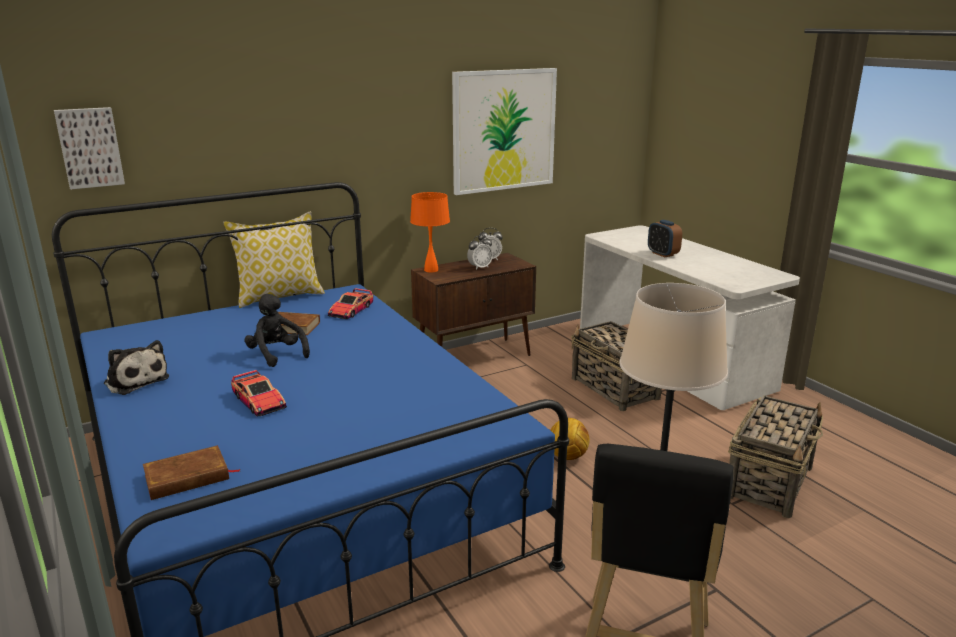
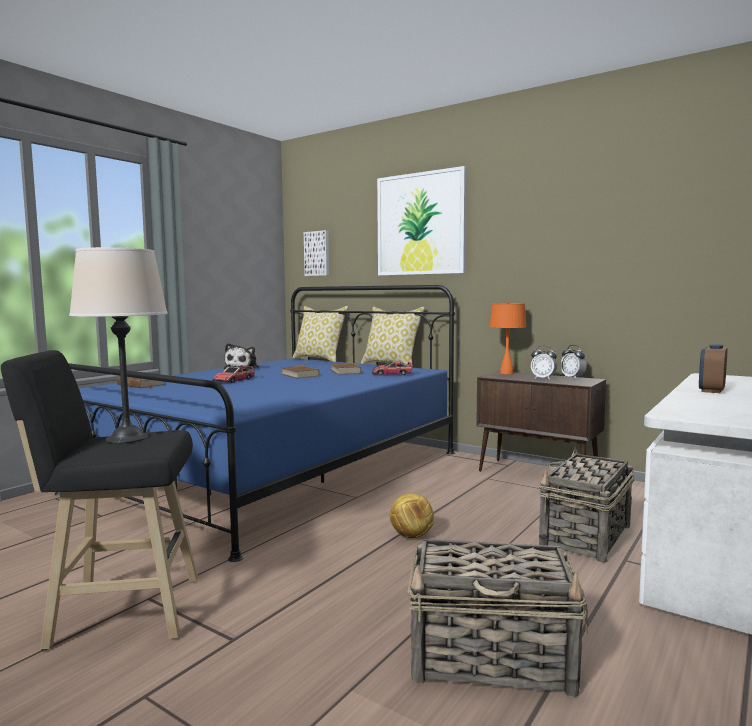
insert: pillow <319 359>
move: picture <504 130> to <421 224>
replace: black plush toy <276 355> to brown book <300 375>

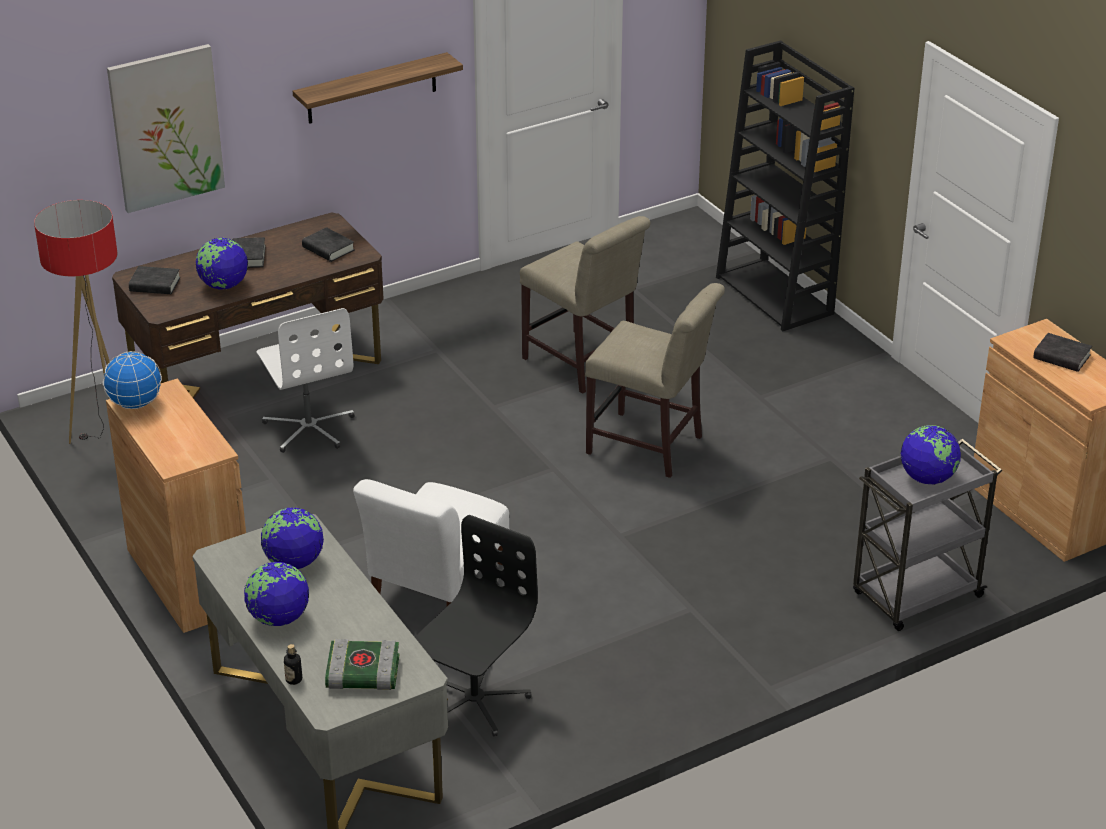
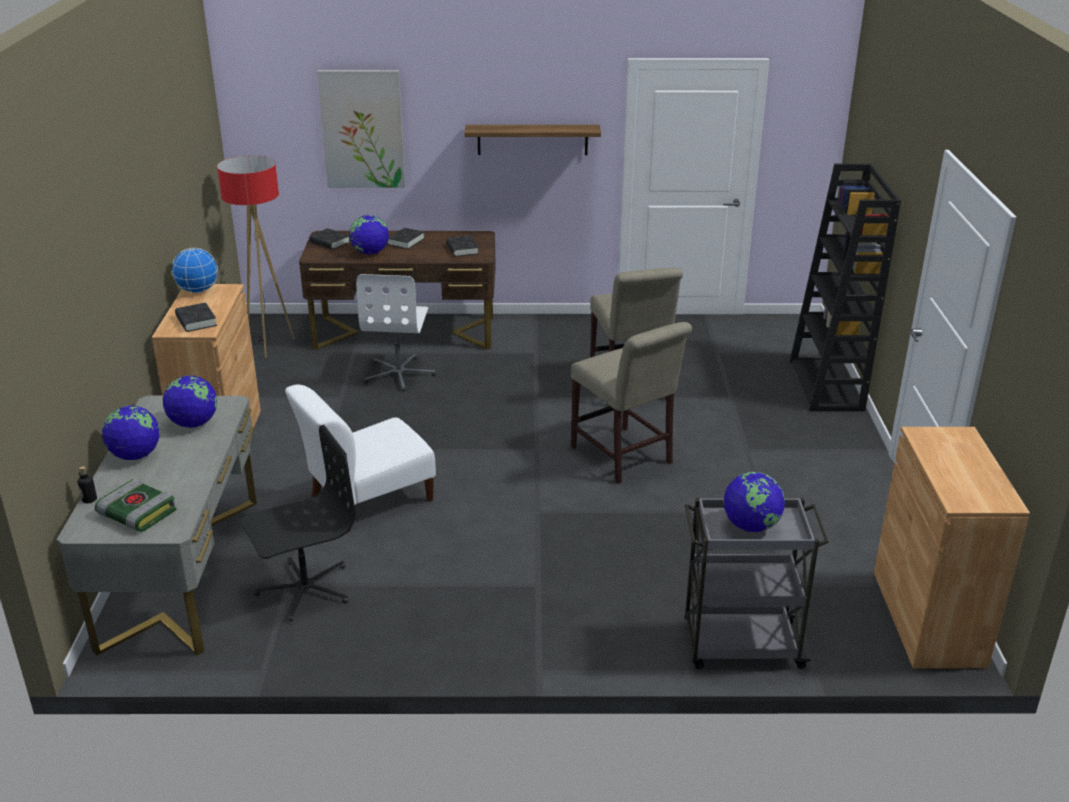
move: black book <1061 357> to <196 321>

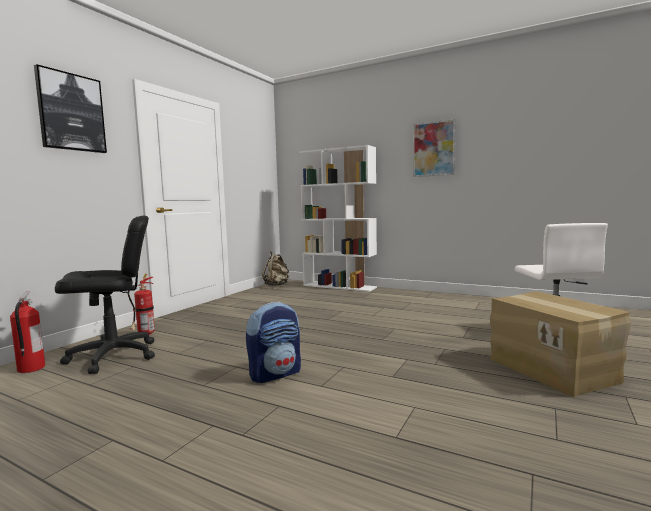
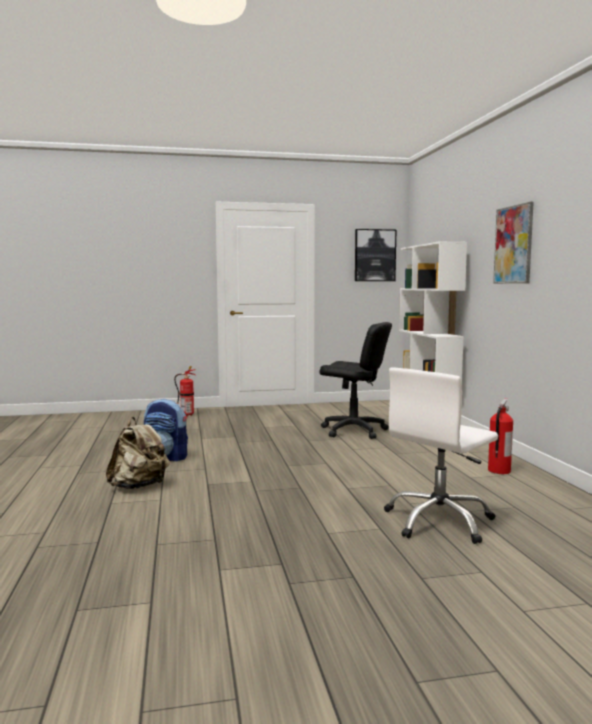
delete: cardboard box <552 369>
move: fire extinguisher <30 369> to <498 471>; picture <71 112> to <374 255>; black office chair <113 356> to <353 431>; beige backpack <277 285> to <139 486>

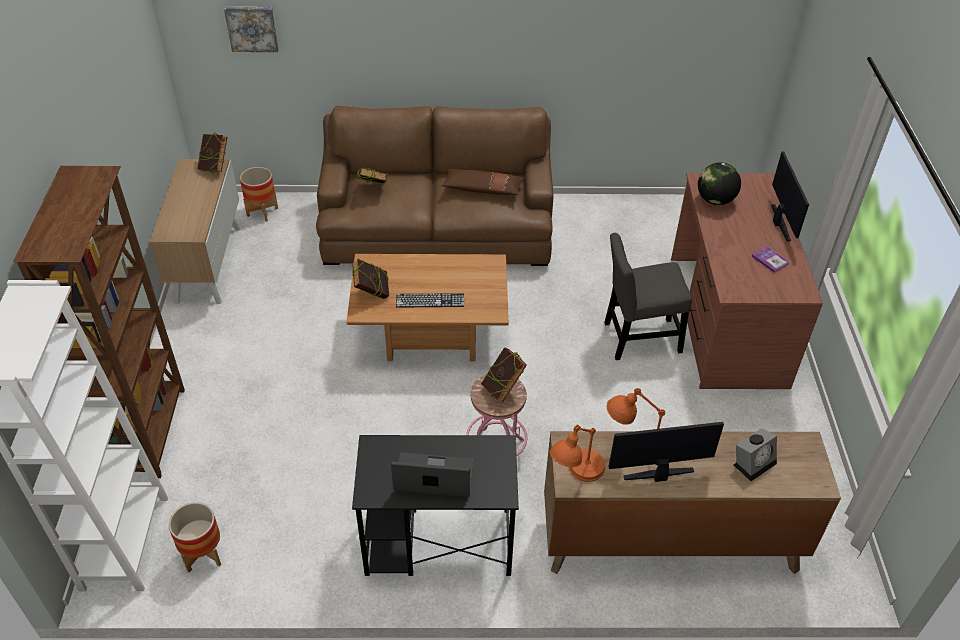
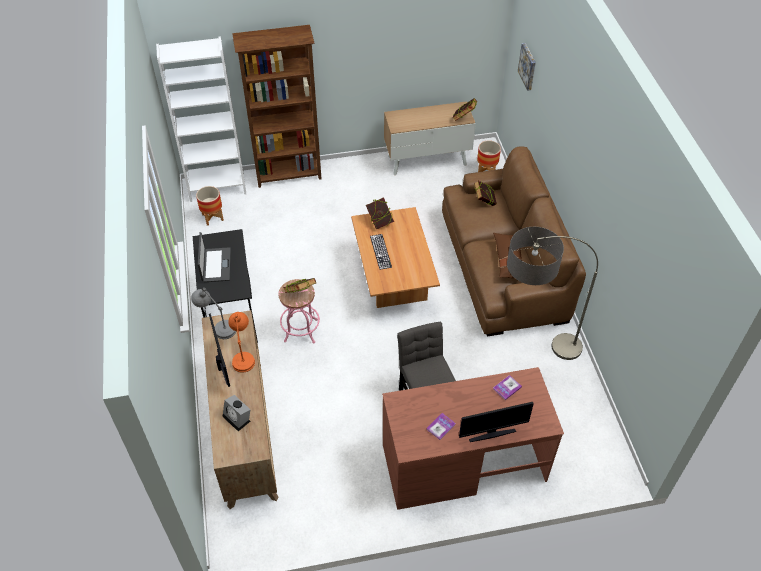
insert: floor lamp <531 353>
replace: globe <715 200> to book <507 388>
recolor: orange table lamp <576 477> to grey table lamp <217 326>

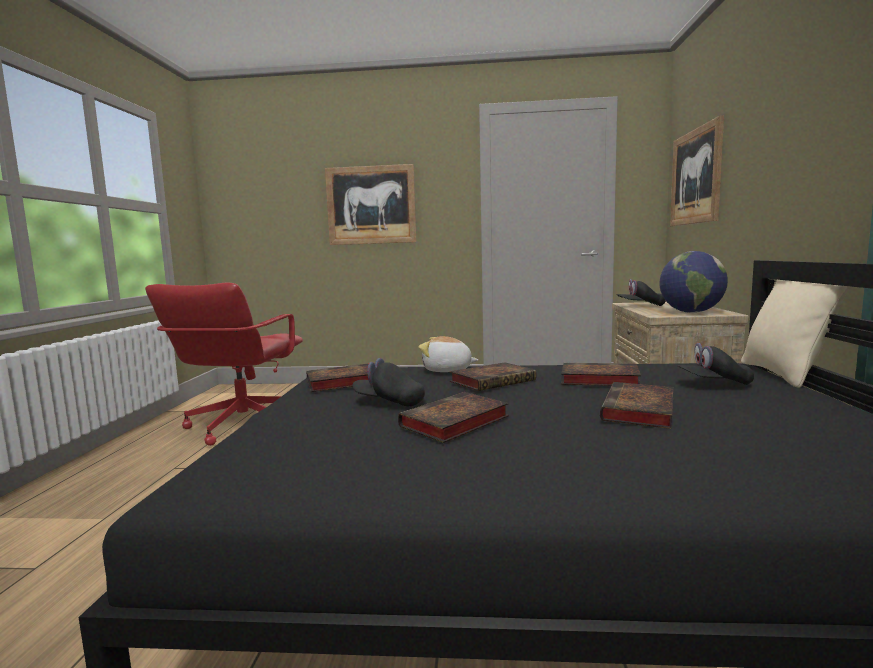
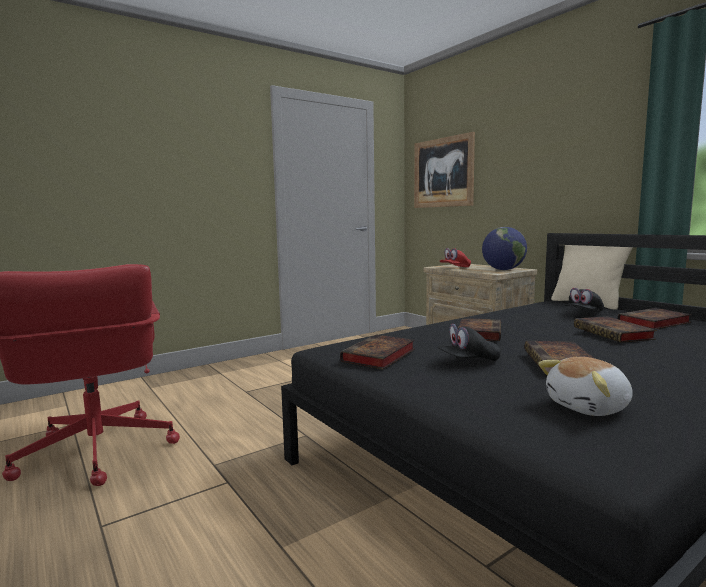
delete: picture <371 205>
move: plush toy <447 370> to <589 407>; book <597 380> to <653 323>
recolor: black cap <640 306> to red cap <455 268>

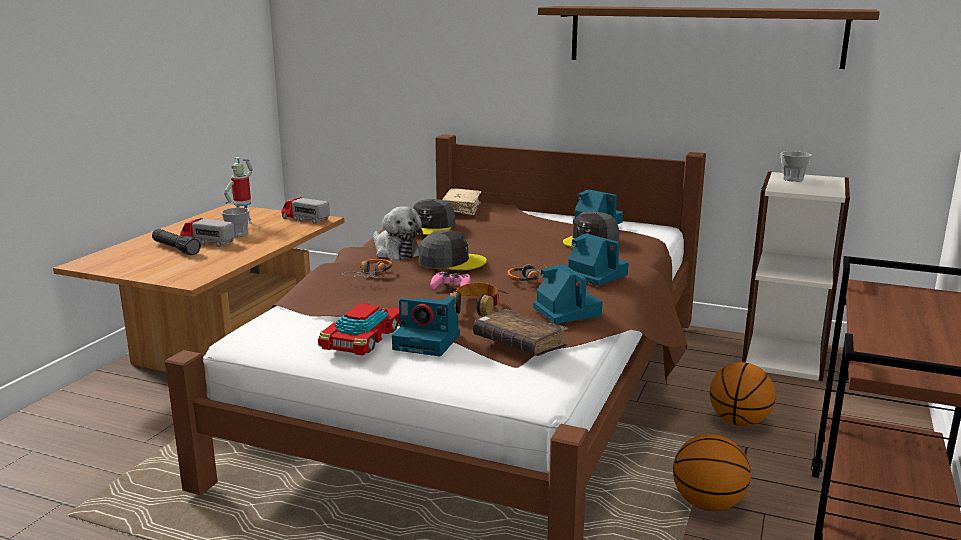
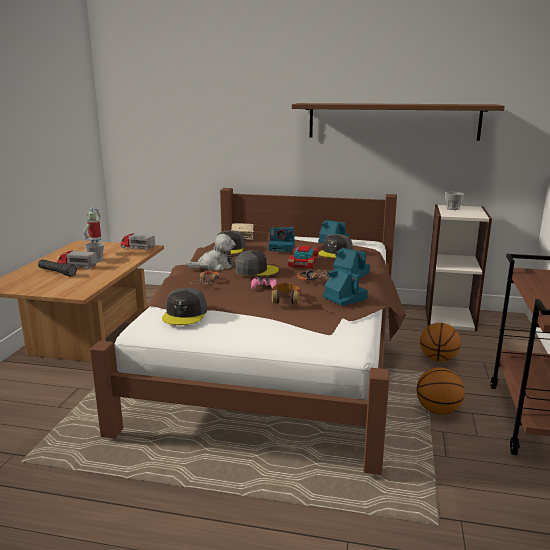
delete: brown book <519 344>
insert: grey cap <185 314>
move: toy car <364 337> to <304 262>; photo camera <428 342> to <282 247>
rotate: plush toy <395 252> = <214 266> 60 degrees counterclockwise

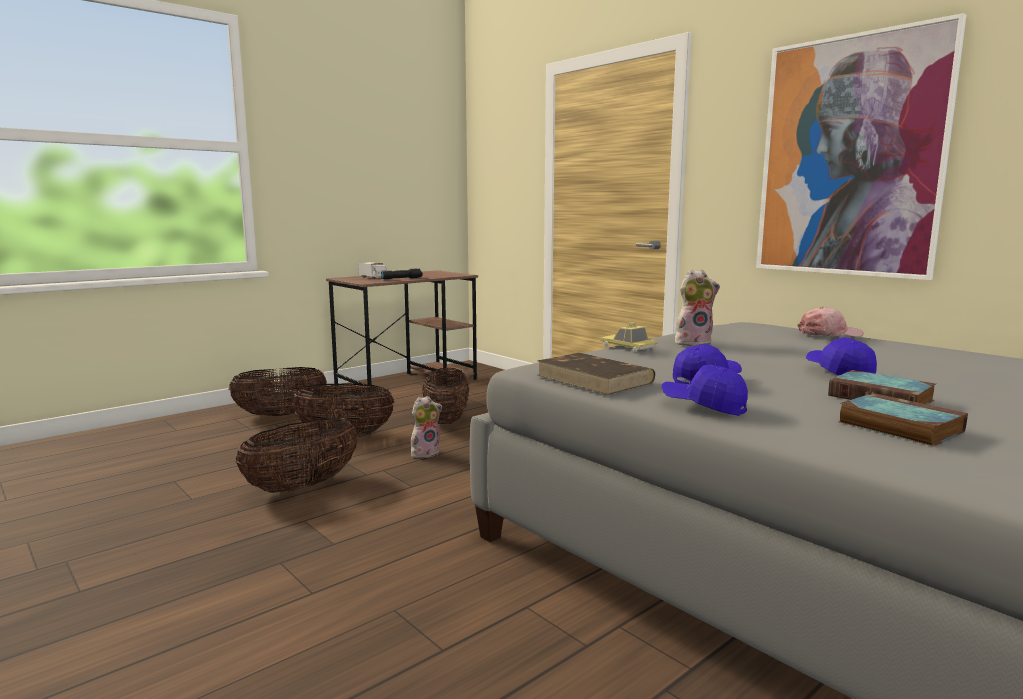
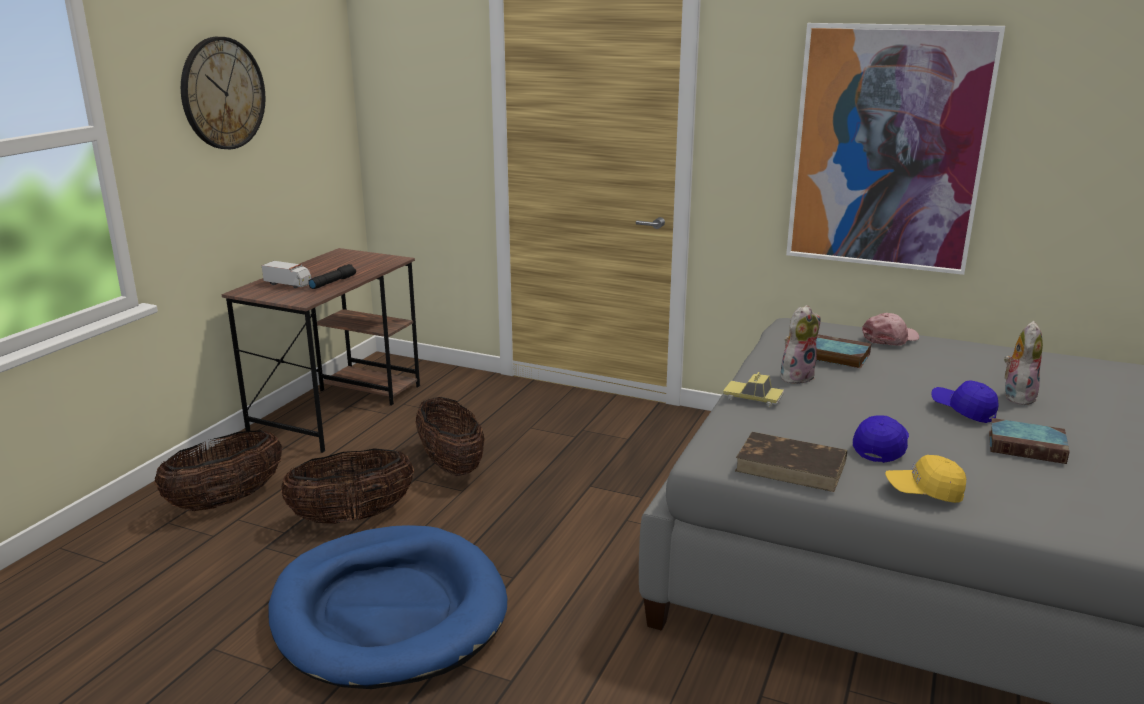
insert: wall clock <222 93>
move: plush toy <425 453> to <1017 396>; book <896 426> to <835 356>
replace: basket <302 486> to blue dog bed <388 611>
recolor: blue cap <704 406> to yellow cap <924 492>

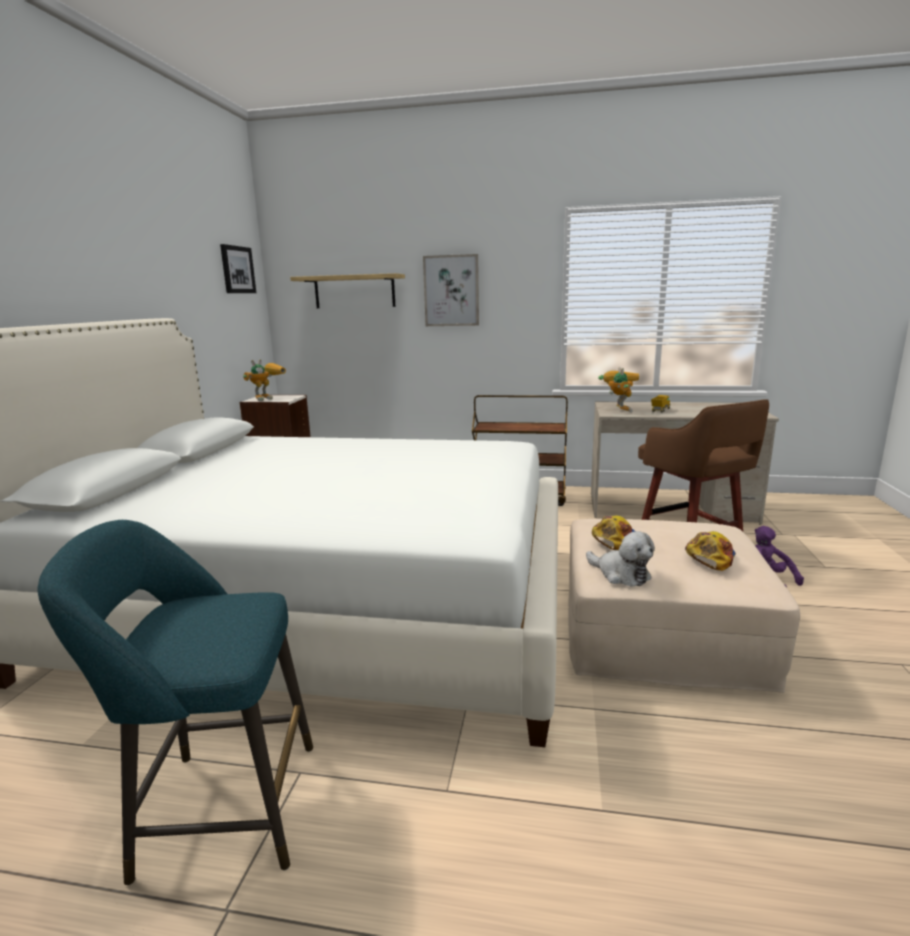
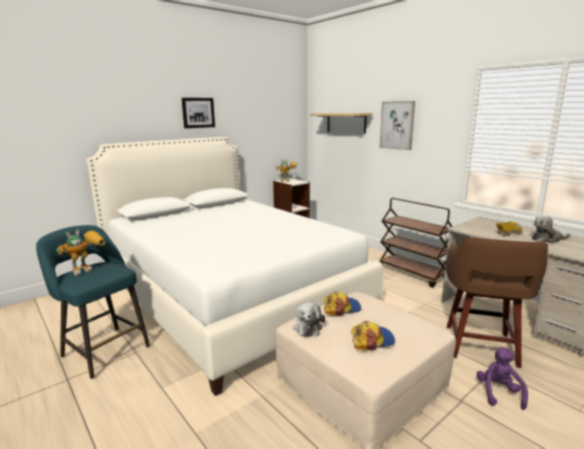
insert: plush toy <547 239>
move: picture <237 270> to <198 112>; toy robot <618 409> to <87 268>

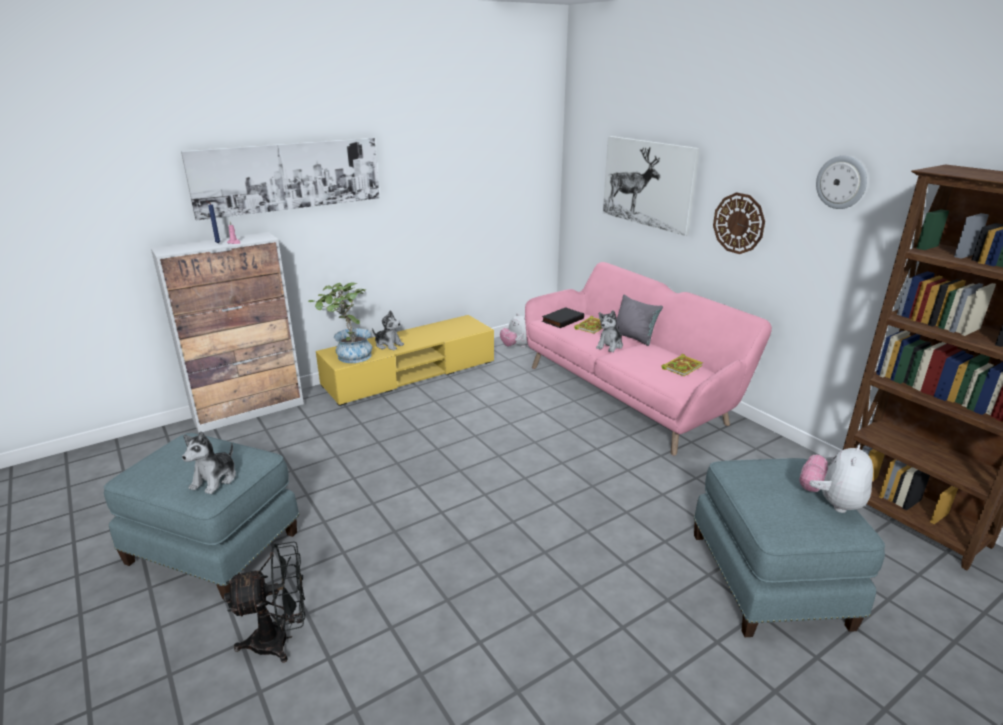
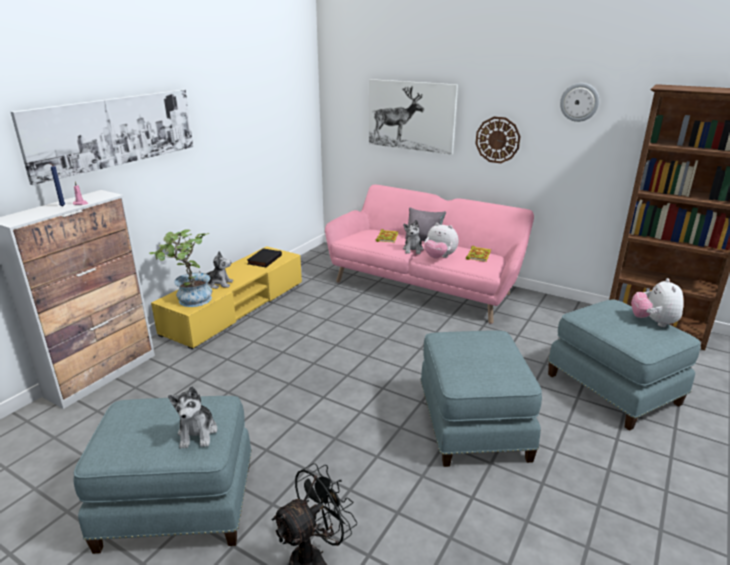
insert: blue ottoman <471 425>
move: plush toy <517 346> to <439 257>; black book <562 320> to <264 259>

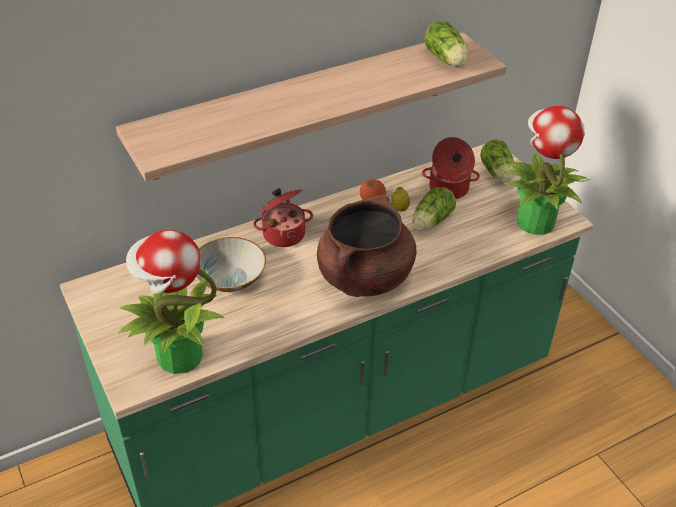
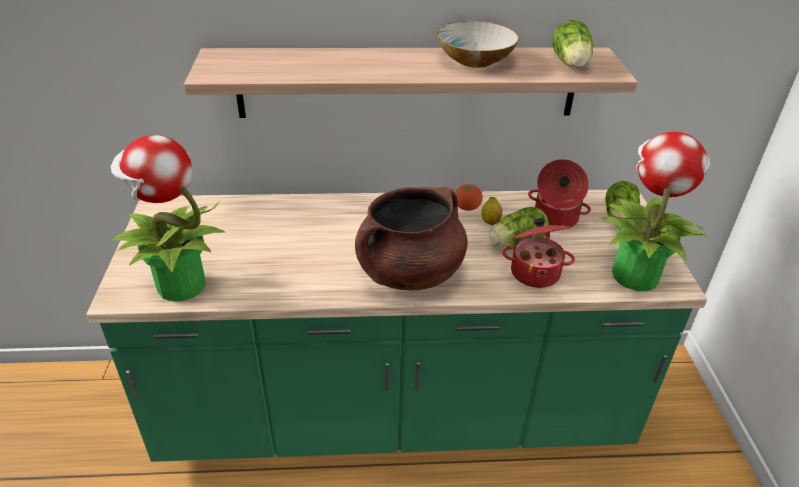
move: bowl <229 278> to <474 60>; cooking pot <283 233> to <535 272>

